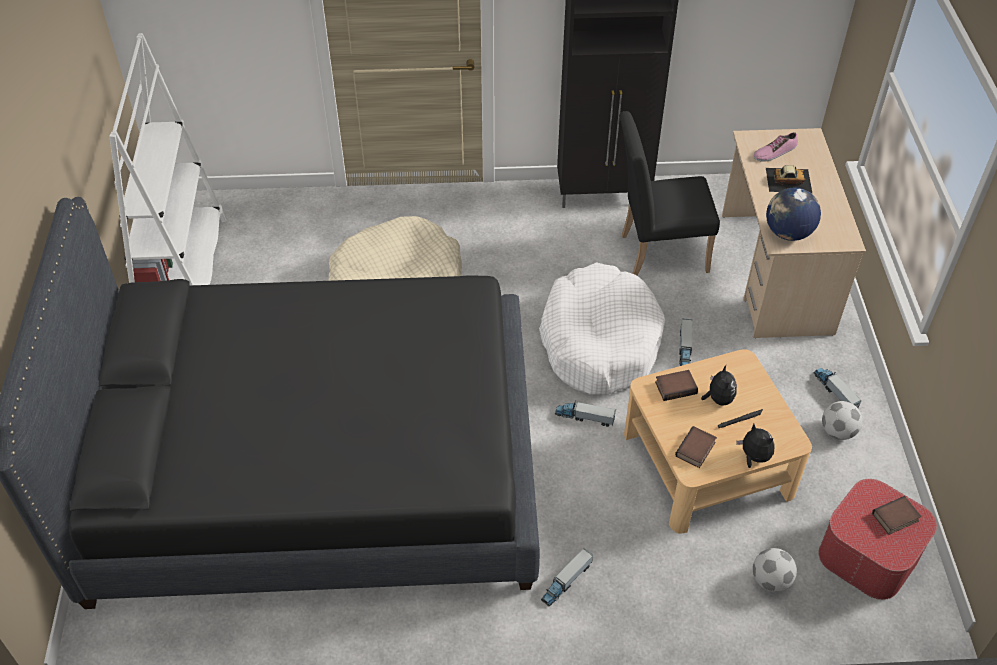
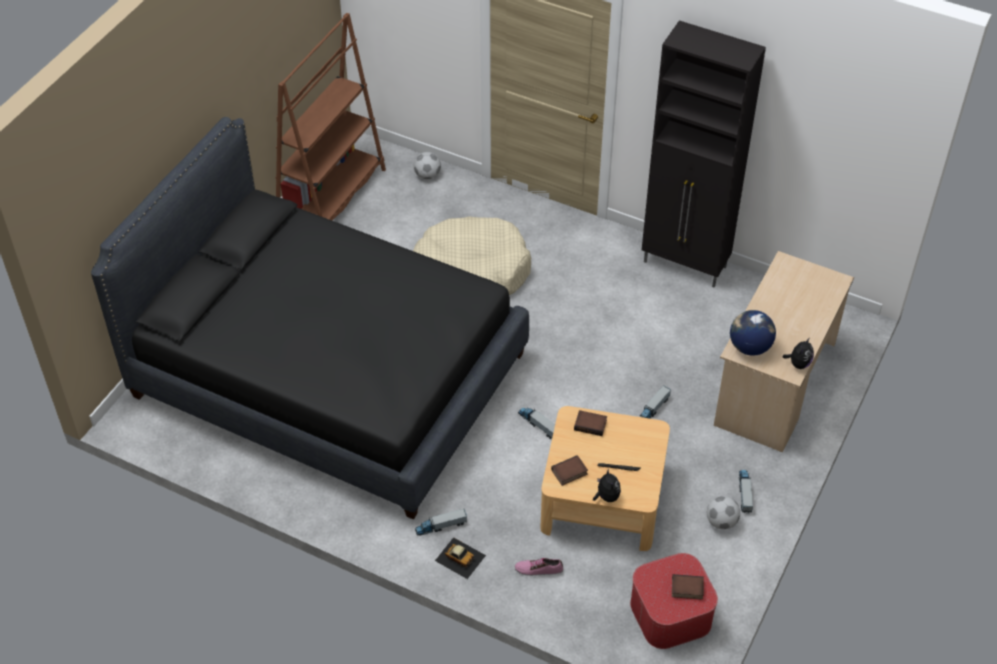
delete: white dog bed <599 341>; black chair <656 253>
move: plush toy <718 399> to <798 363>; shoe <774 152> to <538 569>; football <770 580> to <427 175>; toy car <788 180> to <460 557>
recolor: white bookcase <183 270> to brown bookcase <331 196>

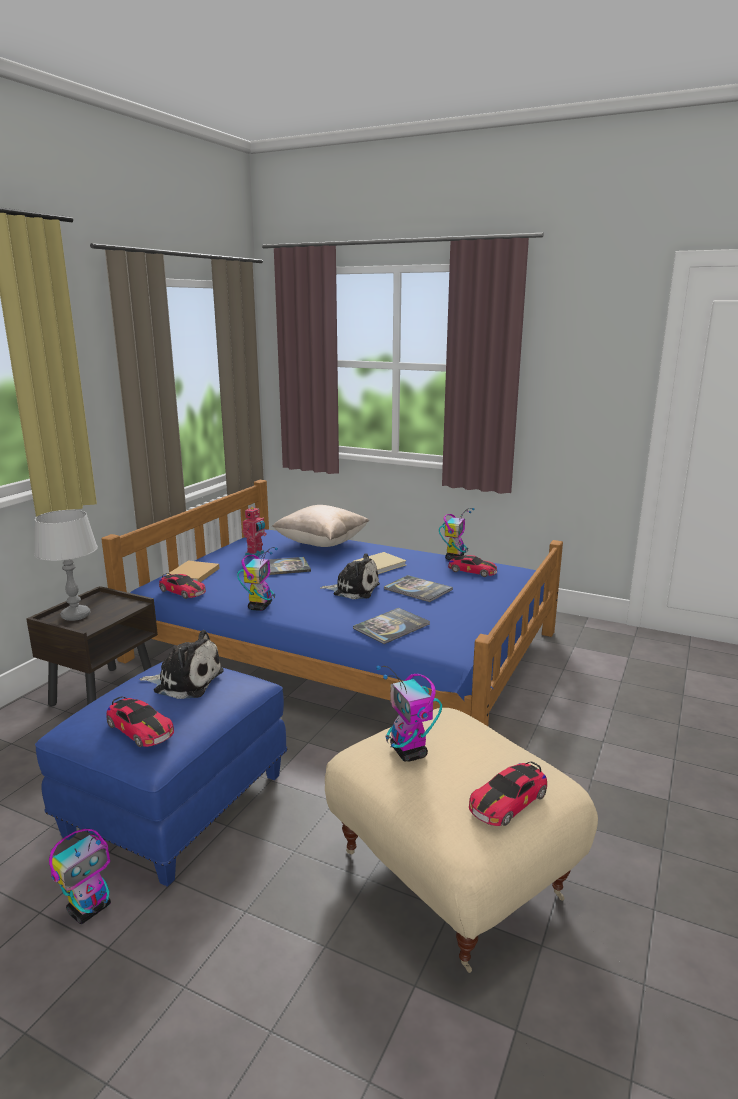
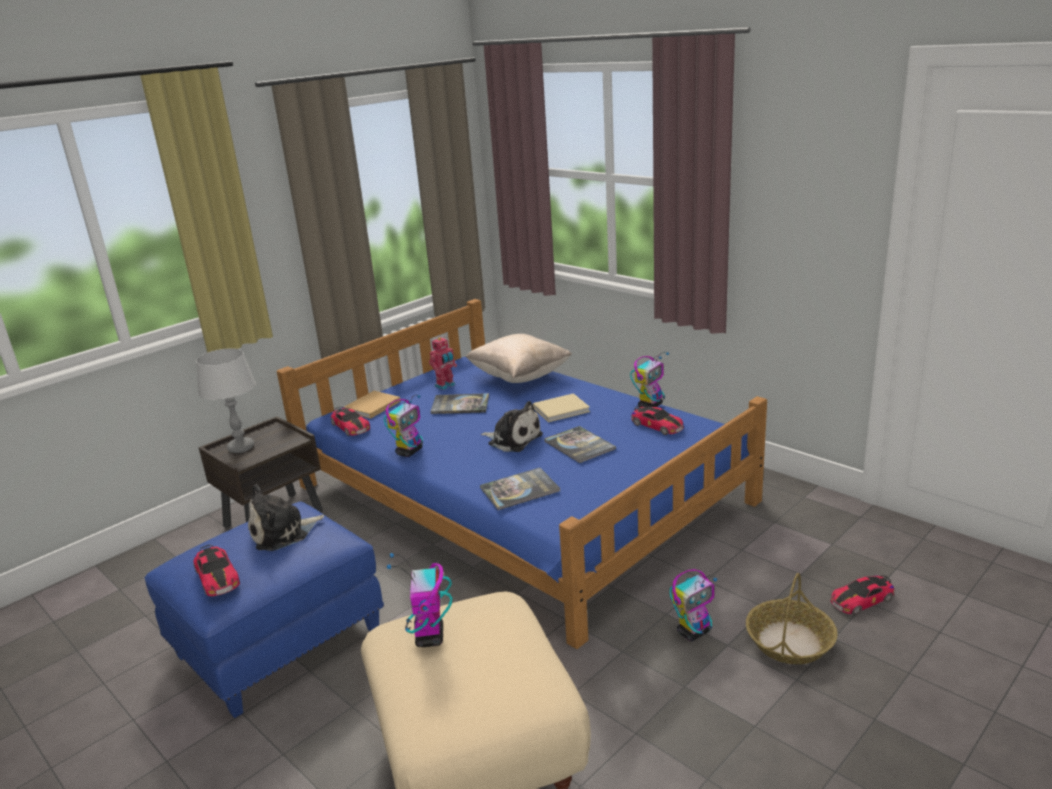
insert: basket <790 642>
move: toy robot <90 909> to <694 632>; toy car <508 801> to <862 600>
rotate: plush toy <185 681> = <282 532> 120 degrees clockwise

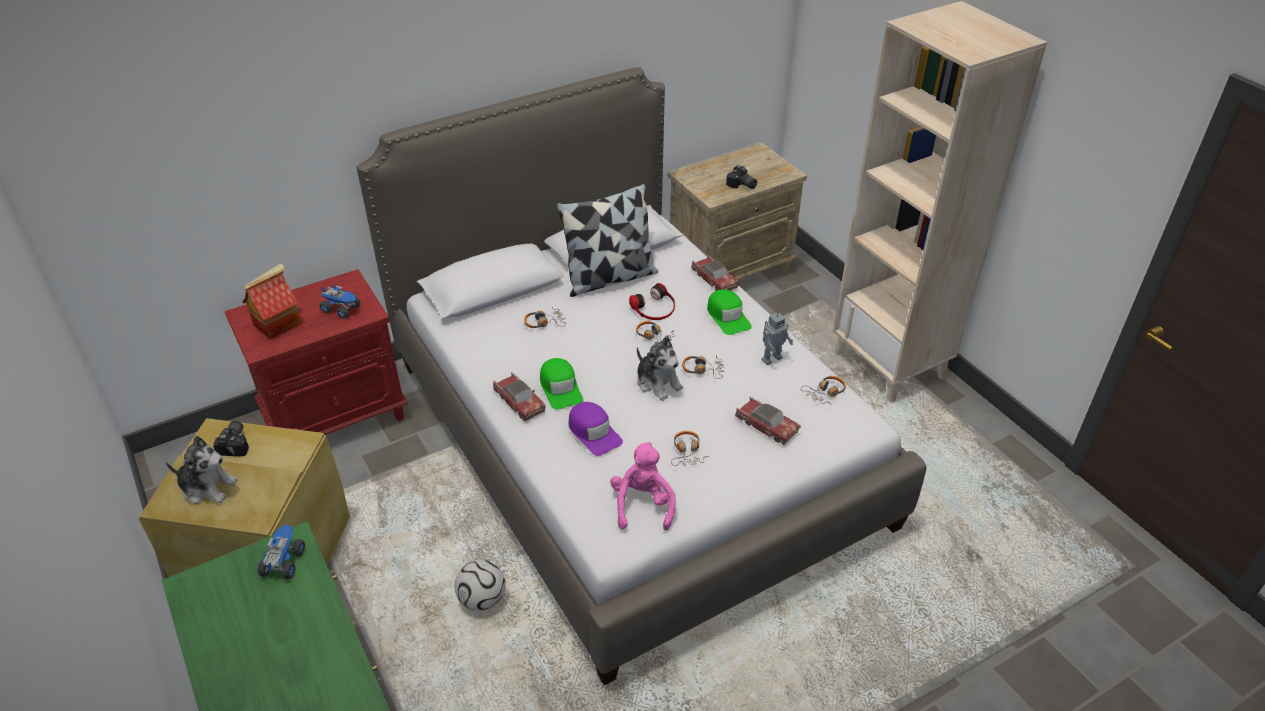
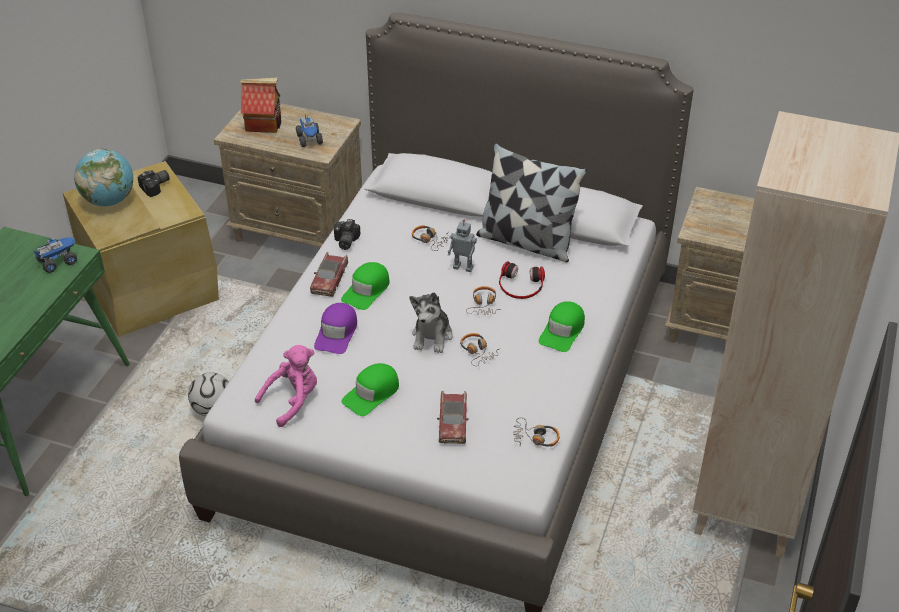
delete: toy car <714 279>
move: photo camera <741 185> to <344 241>; toy robot <771 358> to <463 267>
replace: plush toy <207 487> to globe <109 201>; headphones <687 452> to green cap <372 394>
recolor: red nightstand <336 416> to beige nightstand <299 231>

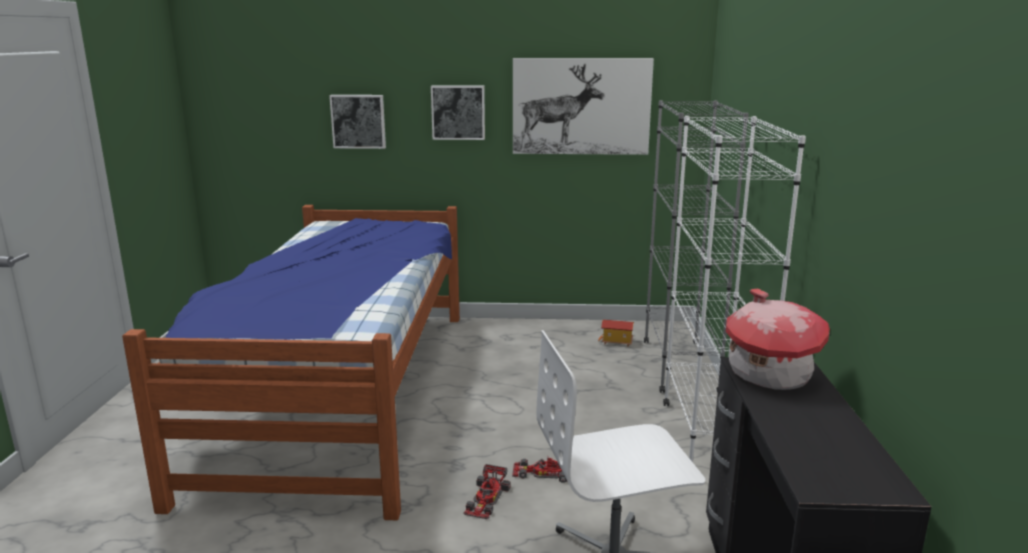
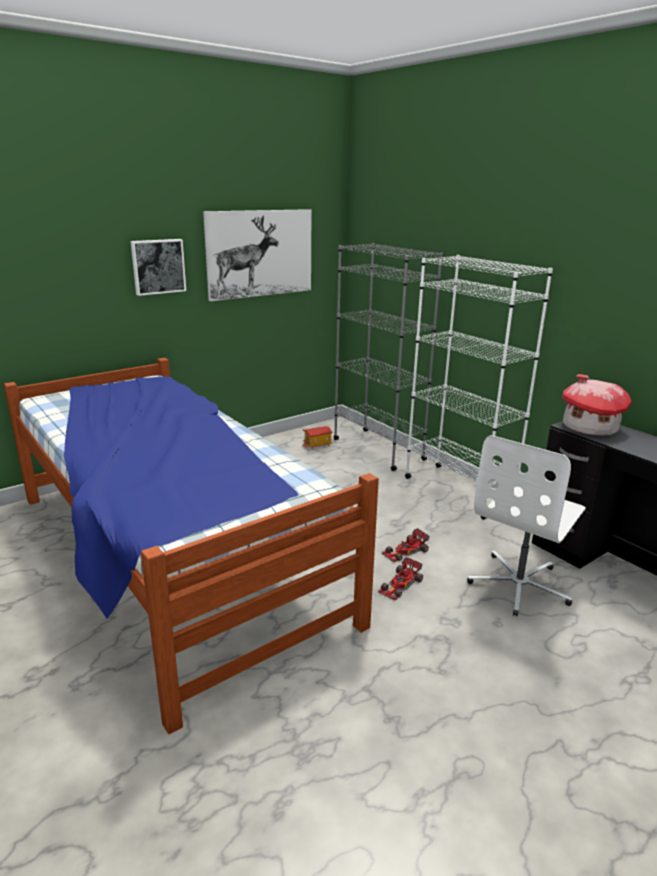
delete: picture <358 121>
rotate: toy car <486 498> = <400 584> 60 degrees clockwise

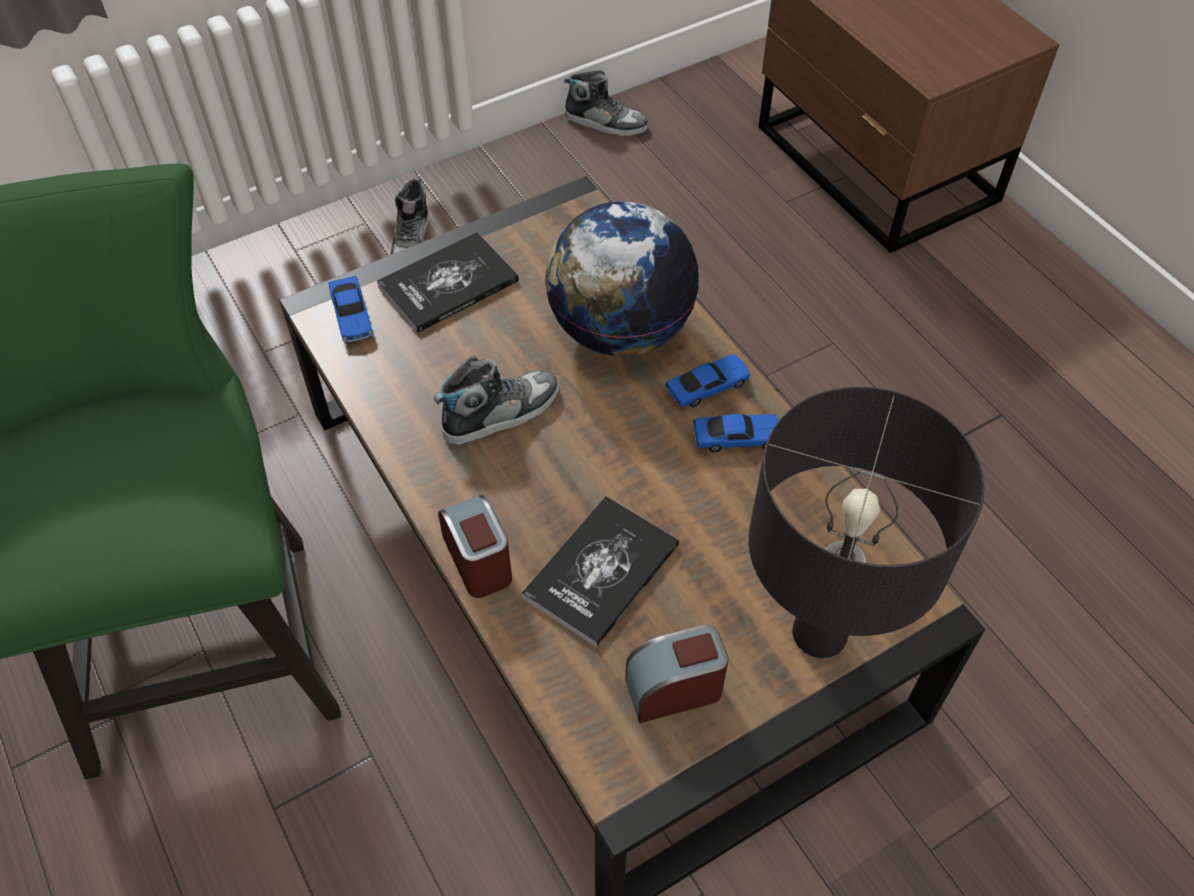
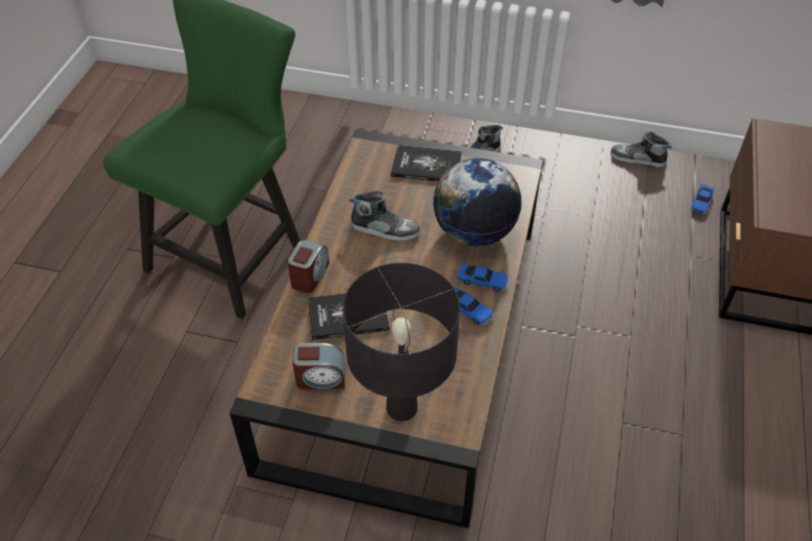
move: toy car <352 316> to <701 203>
rotate: shoe <605 122> = <637 159> 135 degrees clockwise; alarm clock <674 689> = <320 378> 150 degrees clockwise

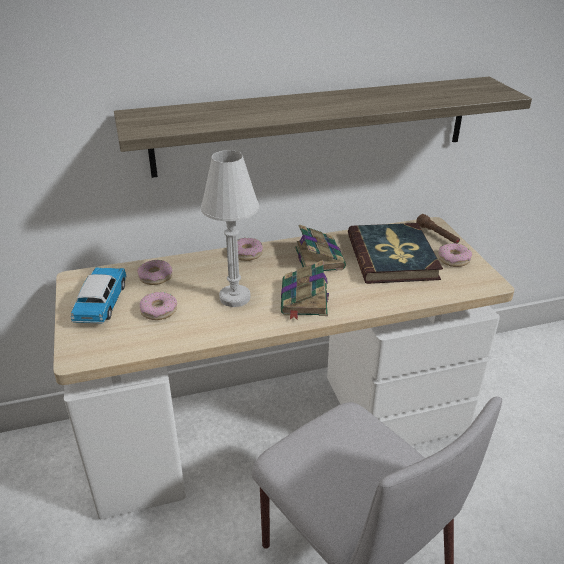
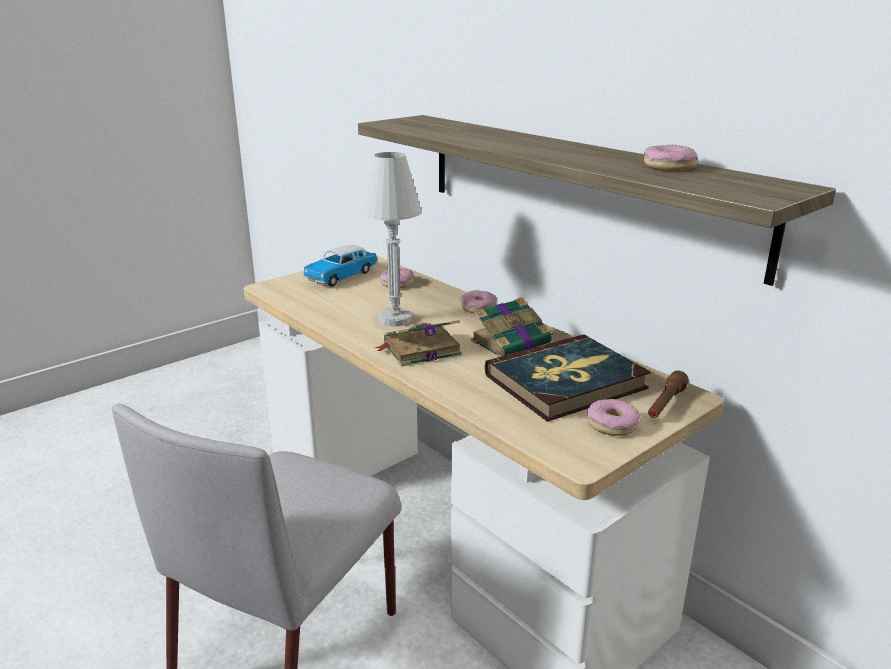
move: donut <159 310> to <669 166>
rotate: toy car <102 303> = <341 276> 150 degrees clockwise

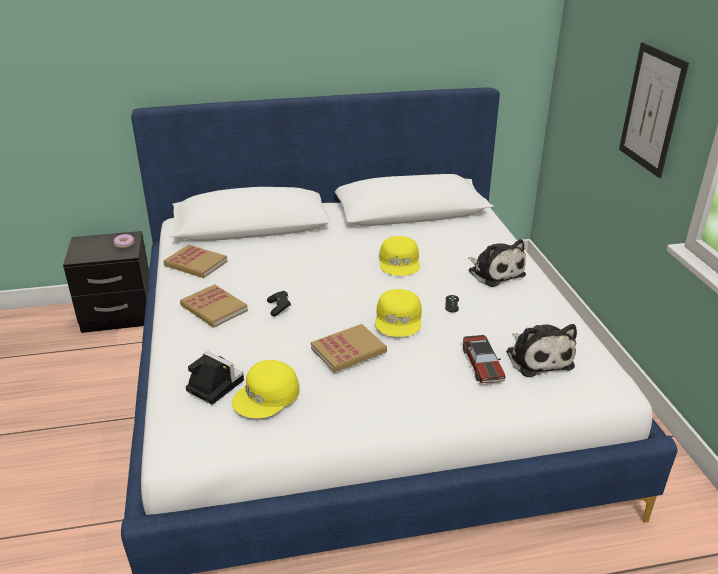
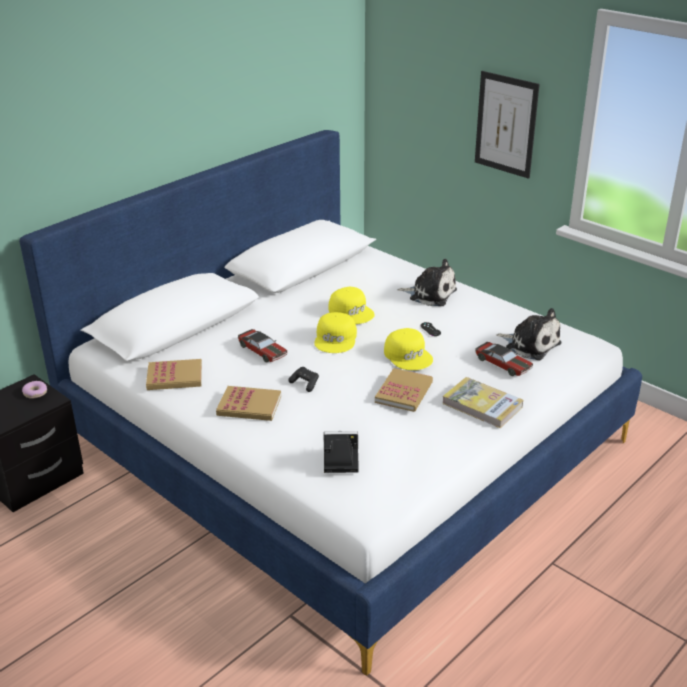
insert: toy car <262 351>; book <482 405>
move: yellow cap <267 396> to <336 339>

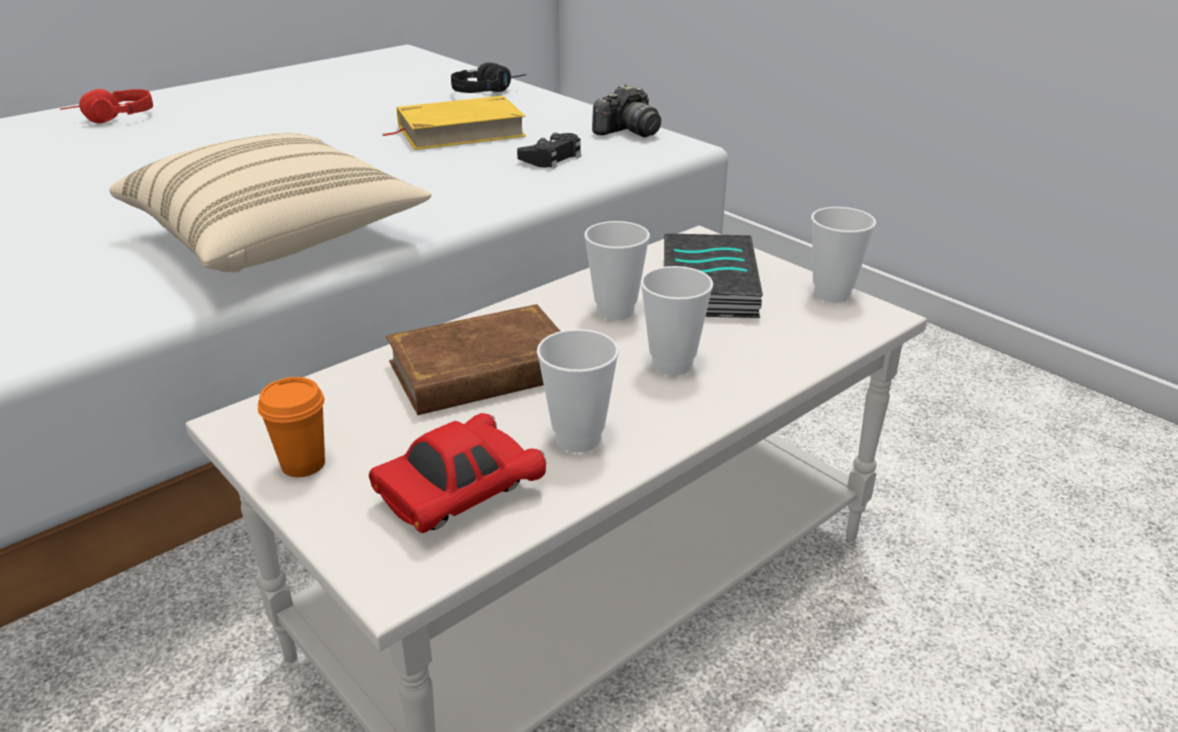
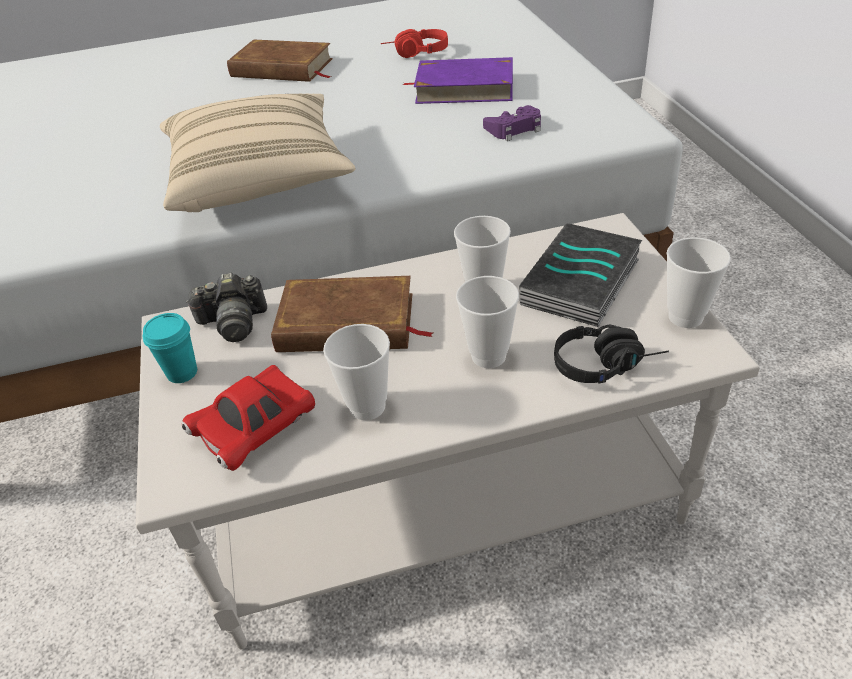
insert: brown book <282 68>
move: red headphones <111 119> to <415 54>; black headphones <488 91> to <607 364>; photo camera <628 131> to <234 323>
recolor: orange cup <303 464> to turquoise cup <182 372>; yellow book <460 131> to purple book <464 88>; black game controller <552 158> to purple game controller <514 129>
rotate: red toy car <459 494> = <255 429> 150 degrees clockwise

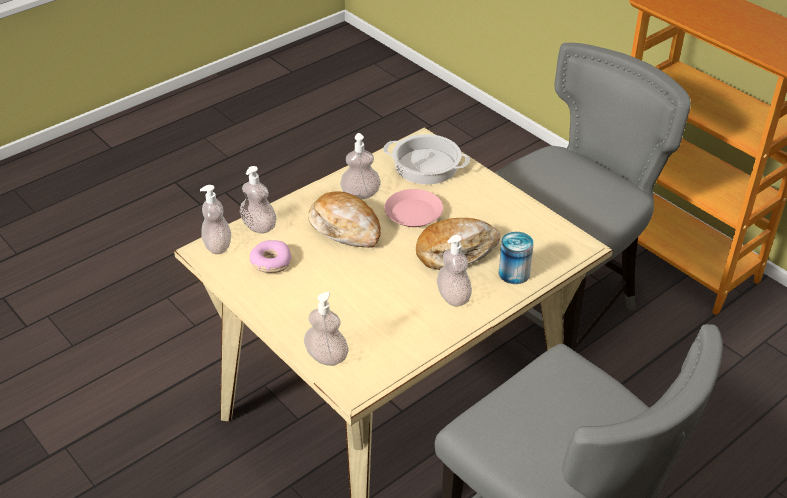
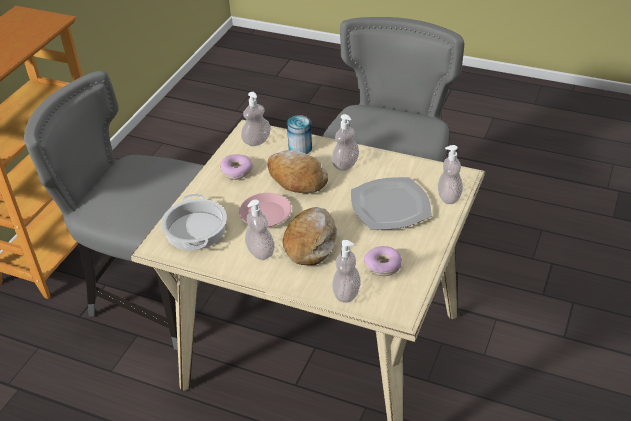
insert: donut <236 171>; plate <390 206>
move: soap dispenser <218 246> to <257 141>

